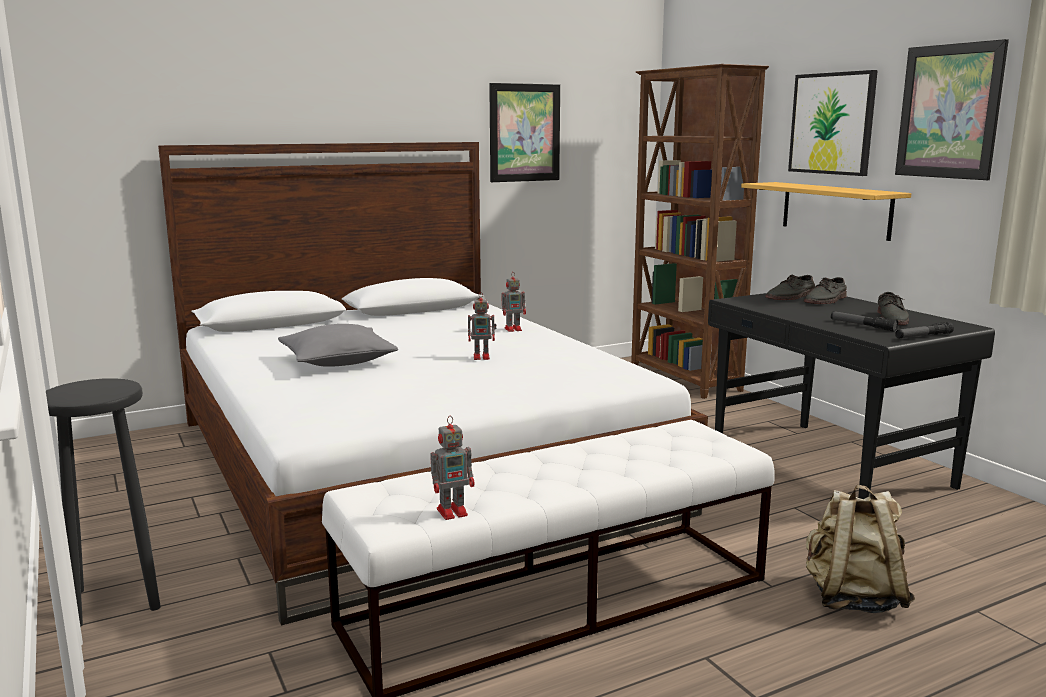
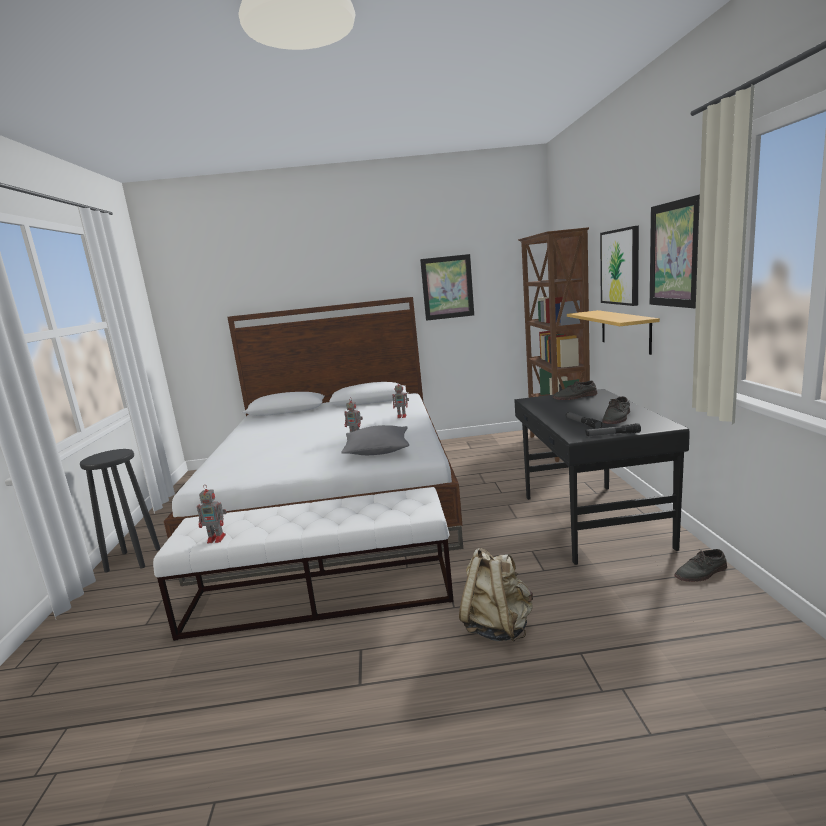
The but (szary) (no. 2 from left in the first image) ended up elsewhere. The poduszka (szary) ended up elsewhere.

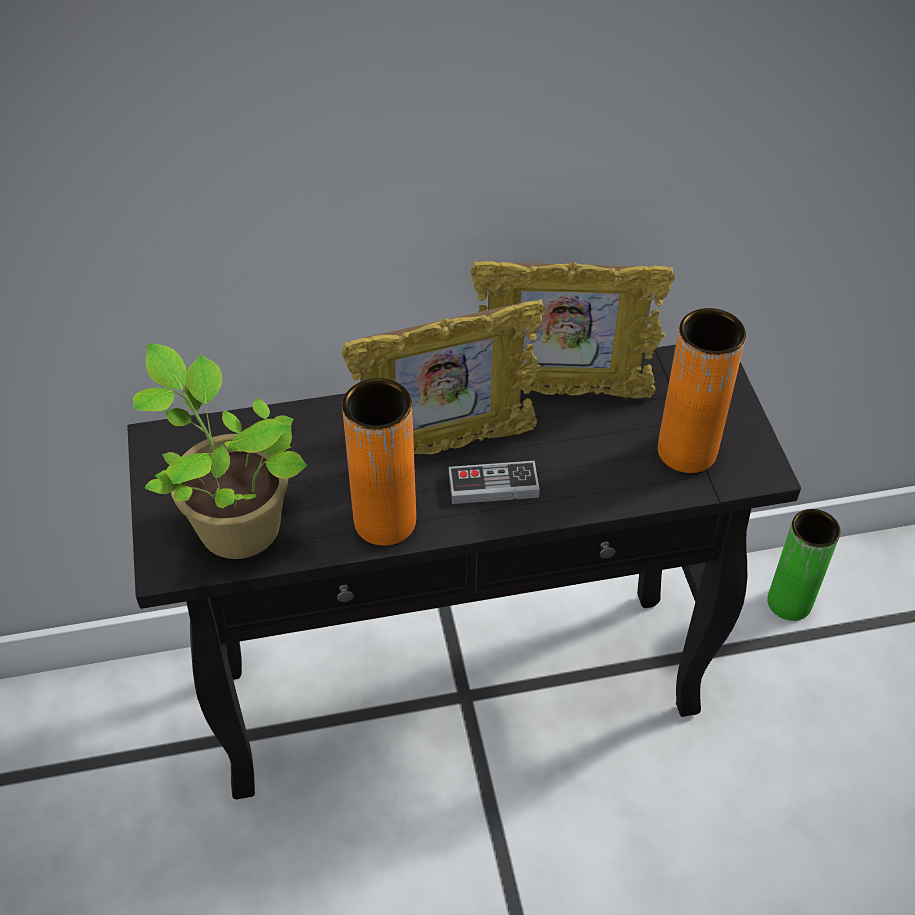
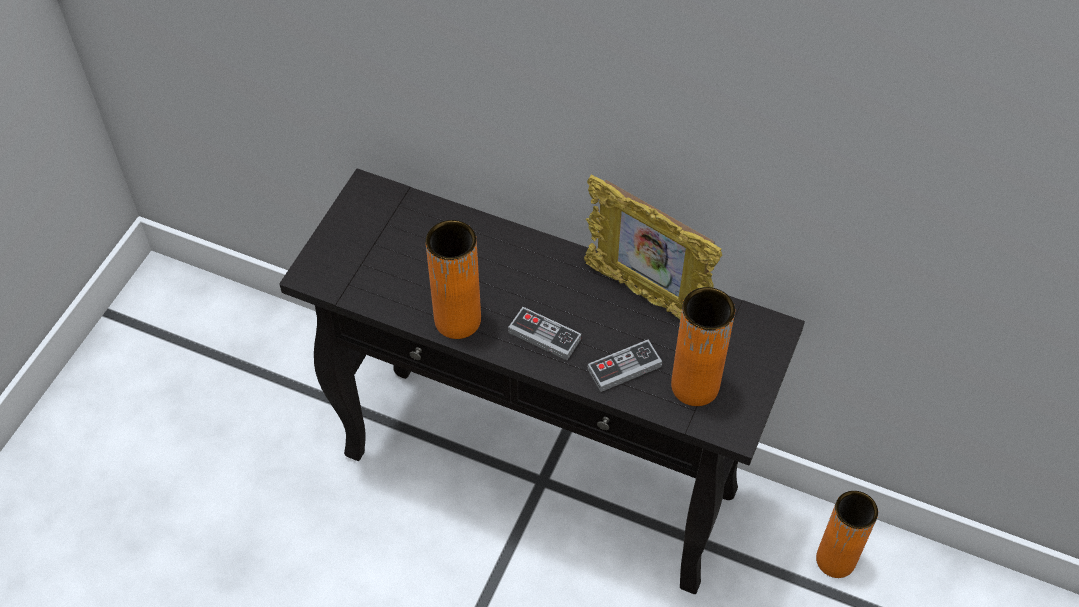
The second view lost the ramka na zdjęcie (no. 1 from left). The second view lost the roślina doniczkowa. What was the wazon (zielony) turned into the wazon (pomarańczowy) (no. 3 from left). The second view gained the pad do gier (no. 2 from left).

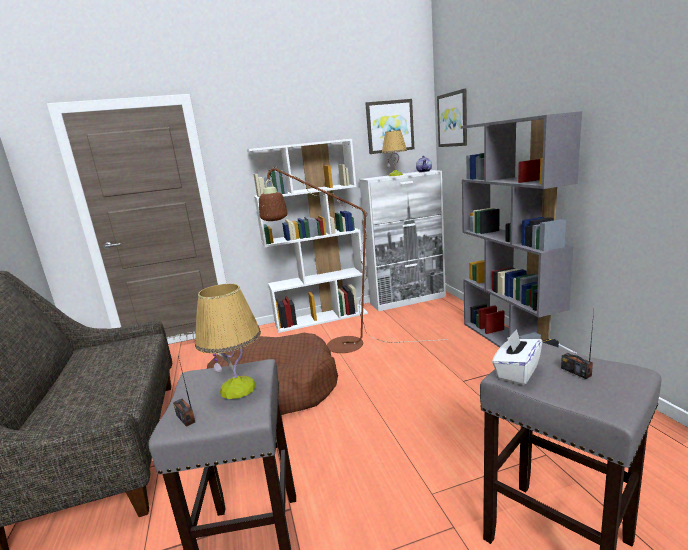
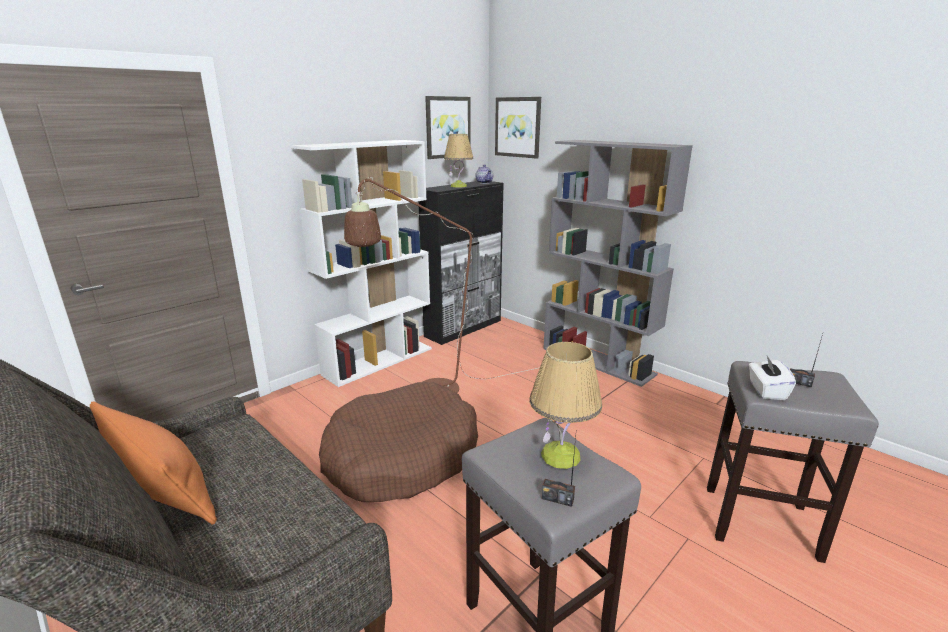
What was the szafka (biały) turned into the szafka (czarny). The second view gained the poduszka (pomarańczowy).

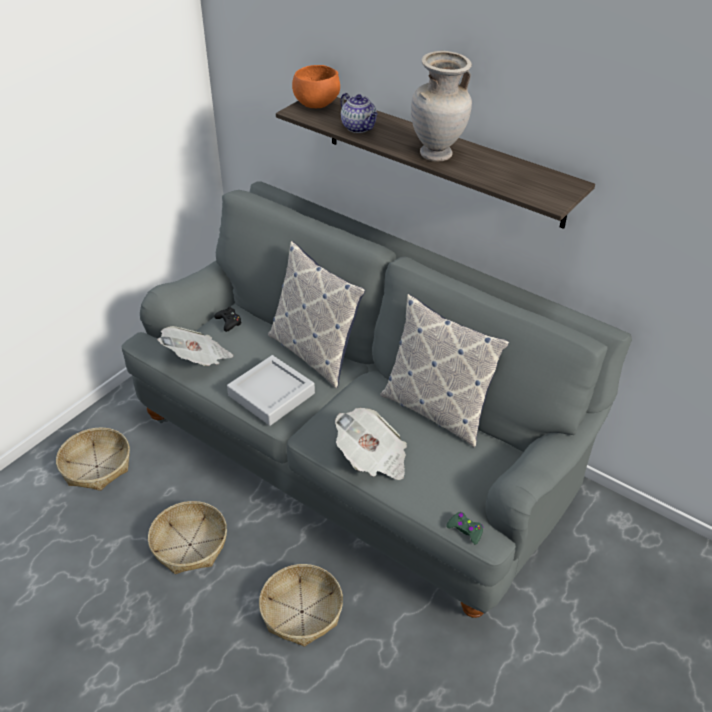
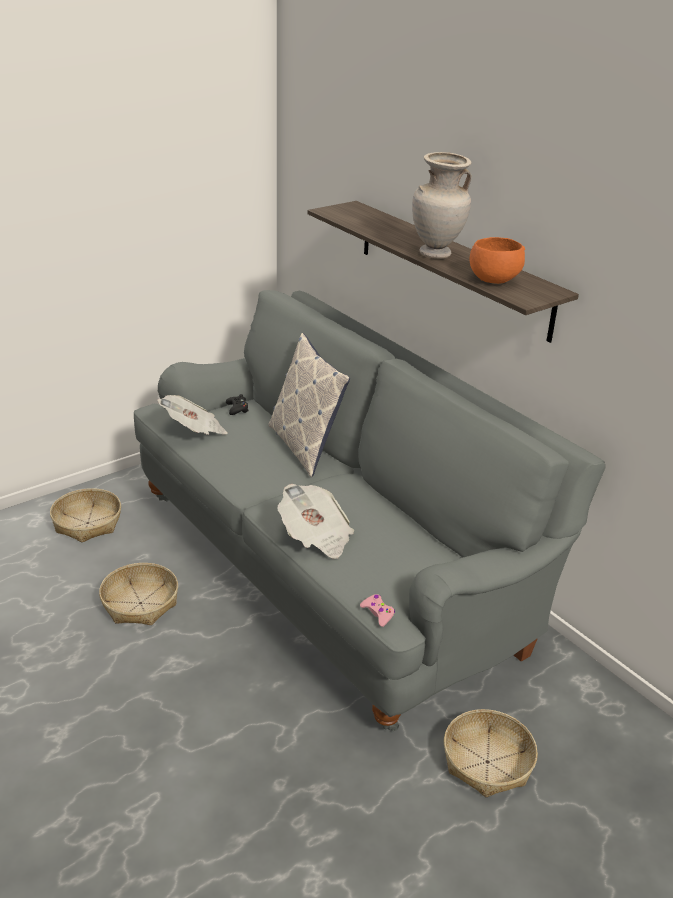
The miska (pomarańczowy) ended up elsewhere. The second view lost the imbryk. The second view lost the poduszka (no. 2 from left). The second view lost the taca (szary). What was the pad do gier (zielony) turned into the pad do gier (różowy). The koszyk (no. 3 from left) ended up elsewhere.

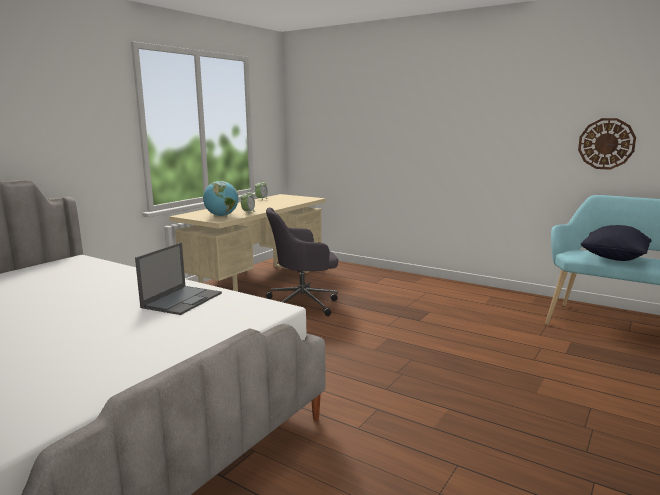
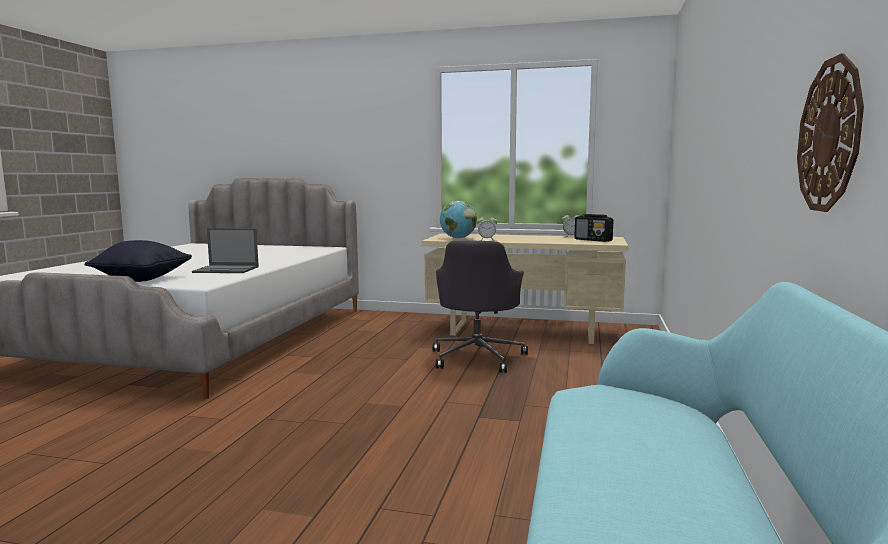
The krzesło biurowe (szary) ended up facing another way, 135 degrees counterclockwise from before. The poduszka (czarny) ended up elsewhere. The second view gained the radio.

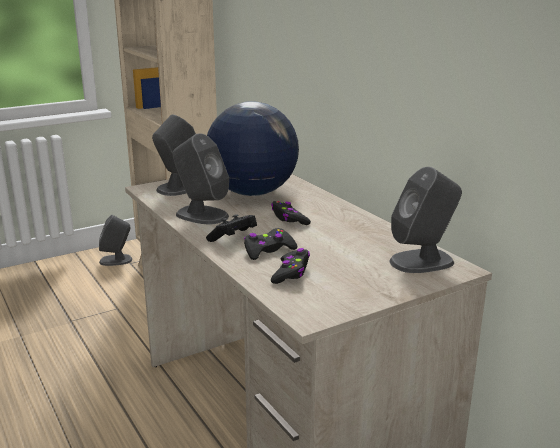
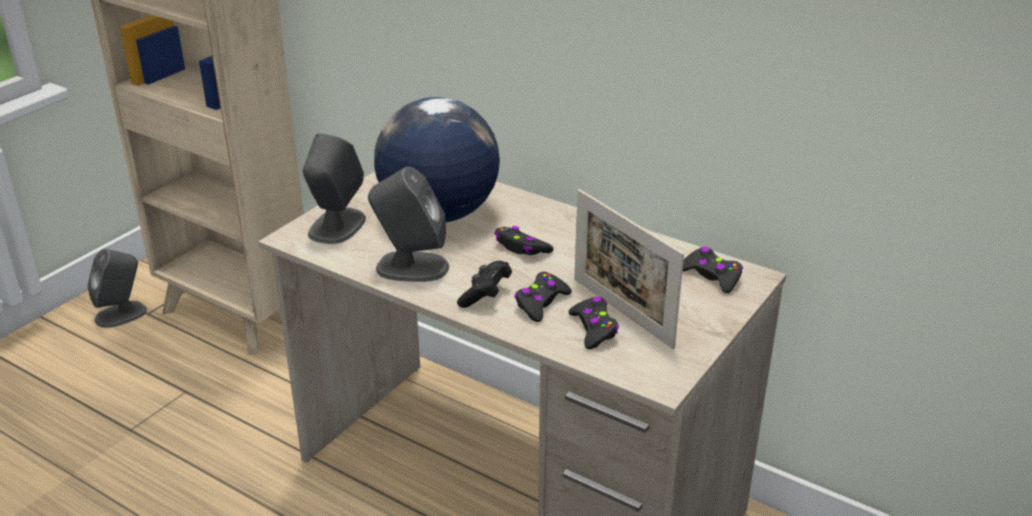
Where the głośnik (szary) (no. 4 from left) stood, the pad do gier (czarny) (no. 5 from left) came to stand. The second view gained the ramka na zdjęcie.

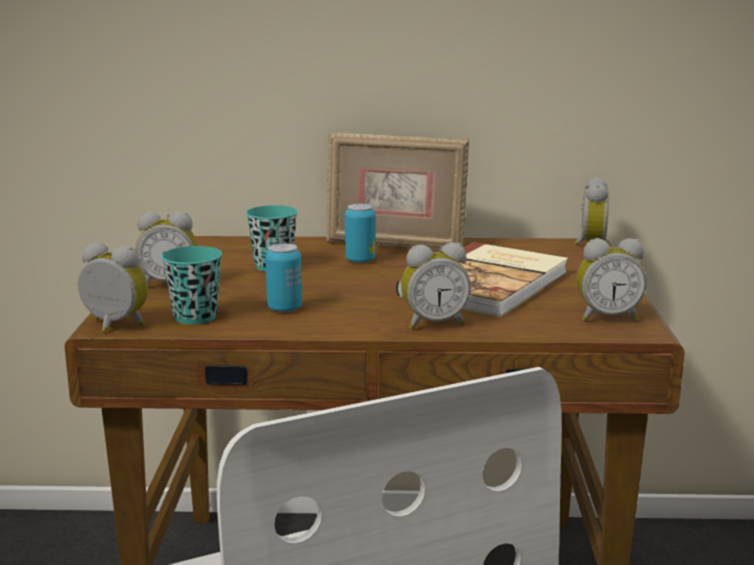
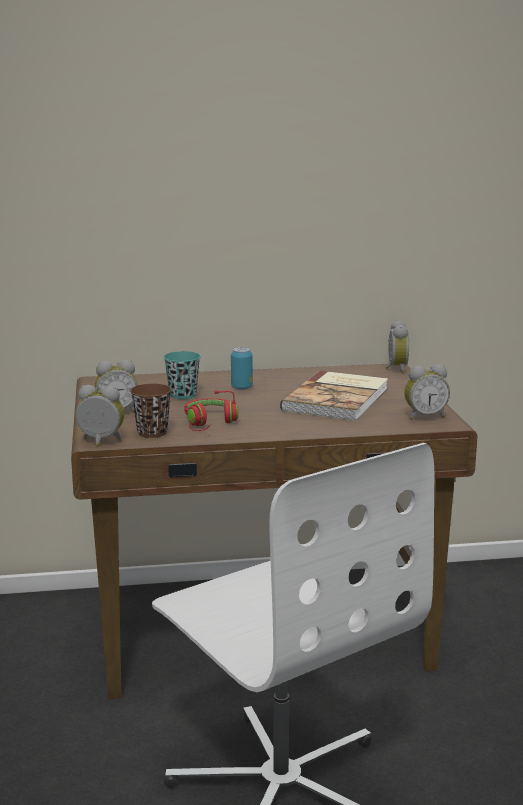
The second view lost the ramka na zdjęcie. The second view lost the budzik (no. 3 from left). Where the puszka (no. 1 from left) stood, the słuchawki (czerwony) came to stand. What was the filiżanka (turkusowy) (no. 1 from left) turned into the filiżanka (brązowy).

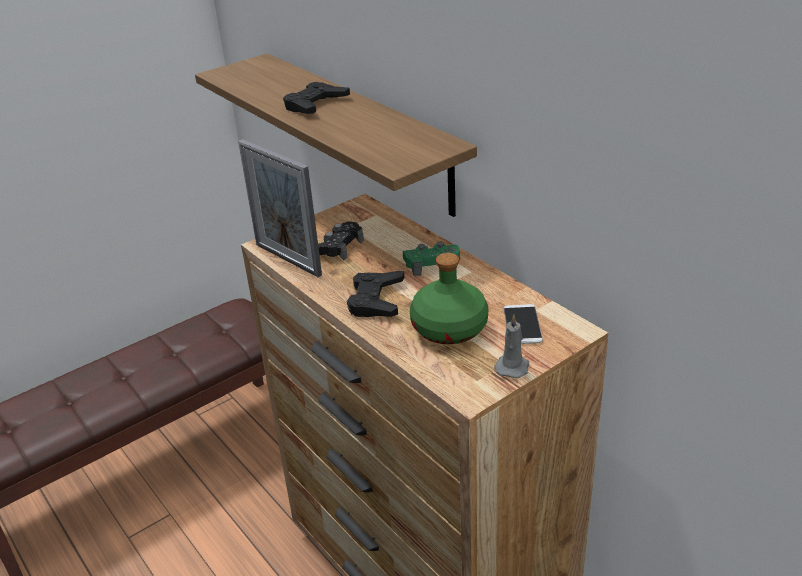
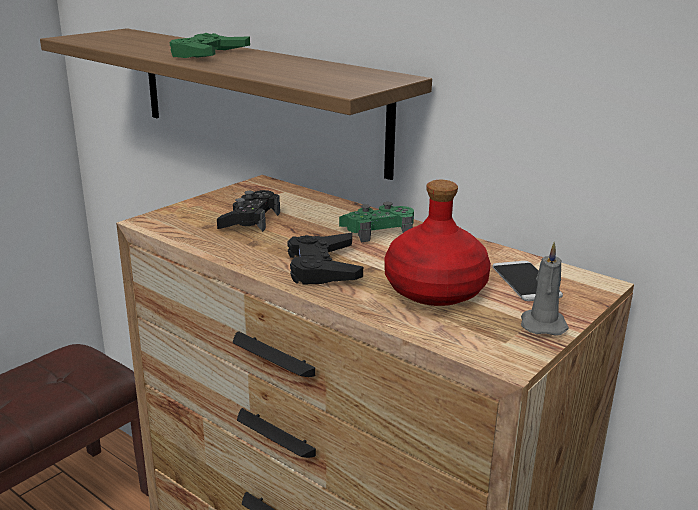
What was the pad do gier (czarny) (no. 1 from left) turned into the pad do gier (zielony) (no. 1 from left). The second view lost the ramka na zdjęcie. What was the butelka (zielony) turned into the butelka (czerwony).

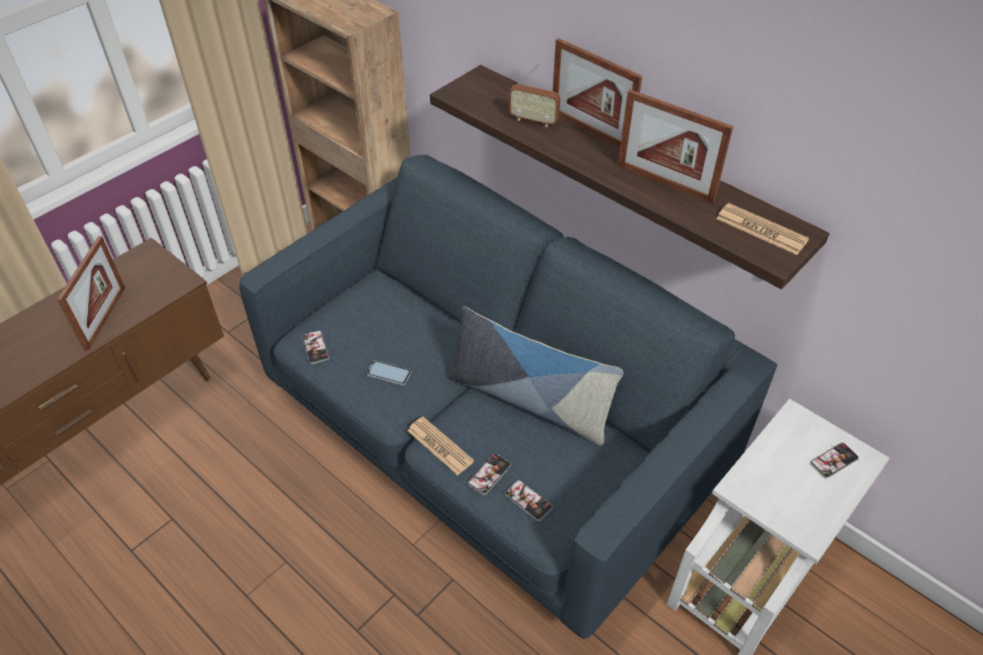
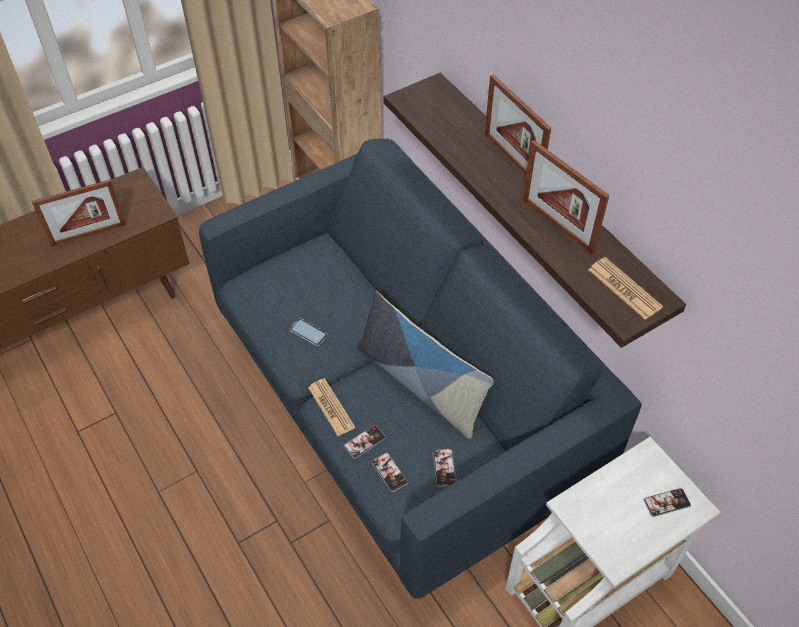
The second view lost the radio. The ramka na zdjęcie (no. 1 from left) ended up facing another way, 45 degrees clockwise from before. The telefon (no. 1 from left in the first image) ended up elsewhere.

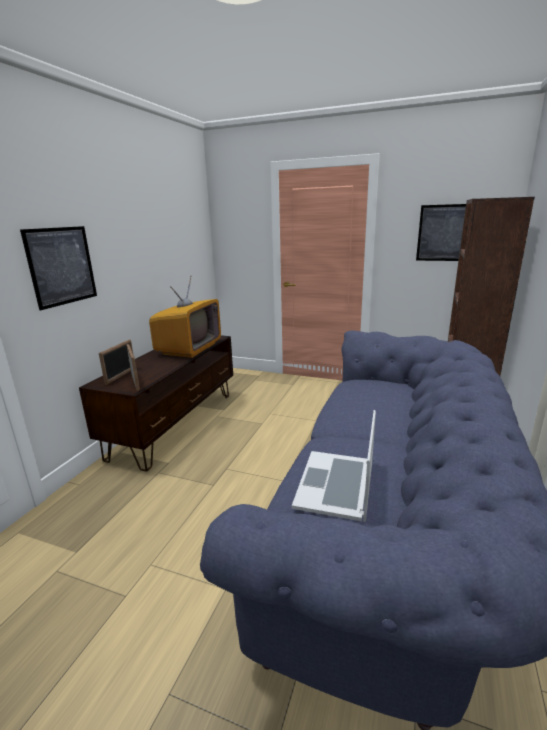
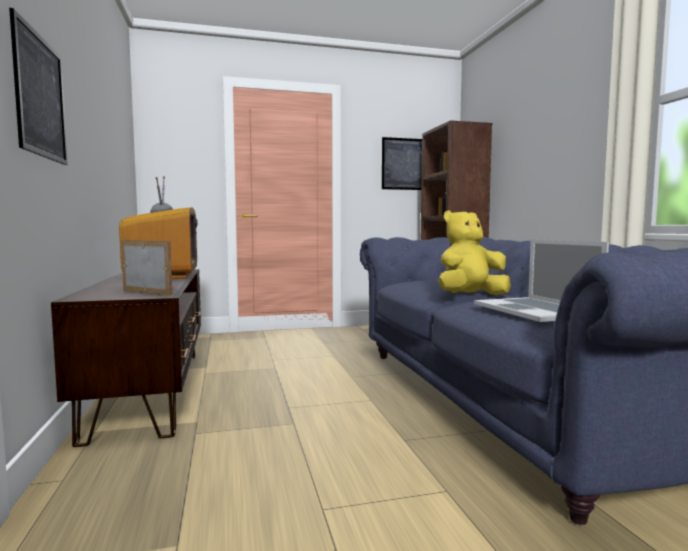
The second view lost the ramka na zdjęcie (no. 1 from left). The second view gained the pluszak (żółty).

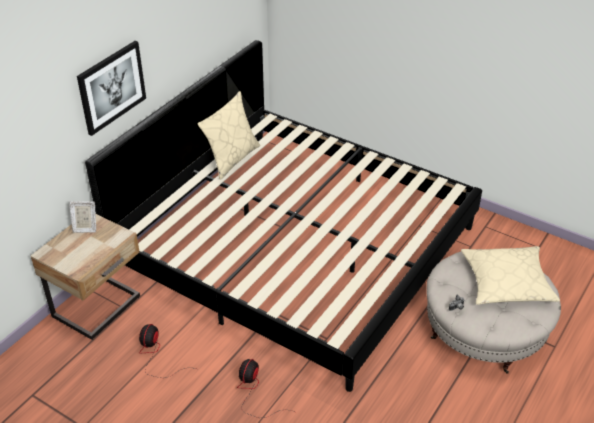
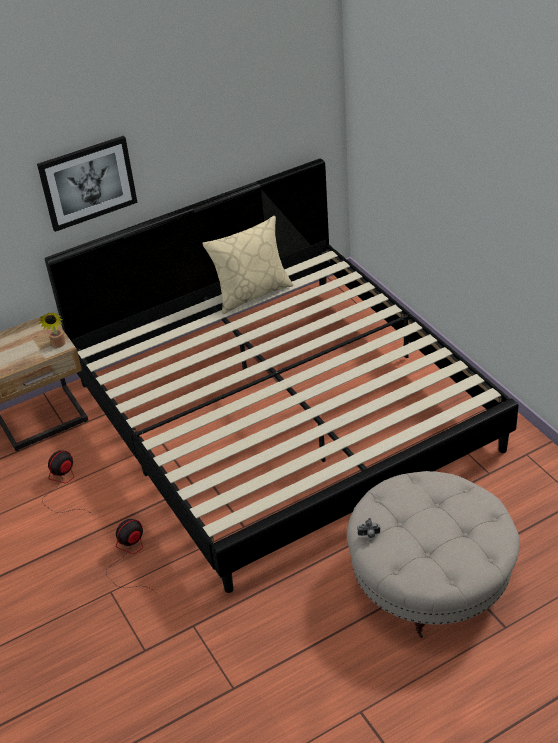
The second view lost the ramka na zdjęcie. The second view lost the poduszka (beżowy) (no. 2 from left). The second view gained the roślina doniczkowa.

